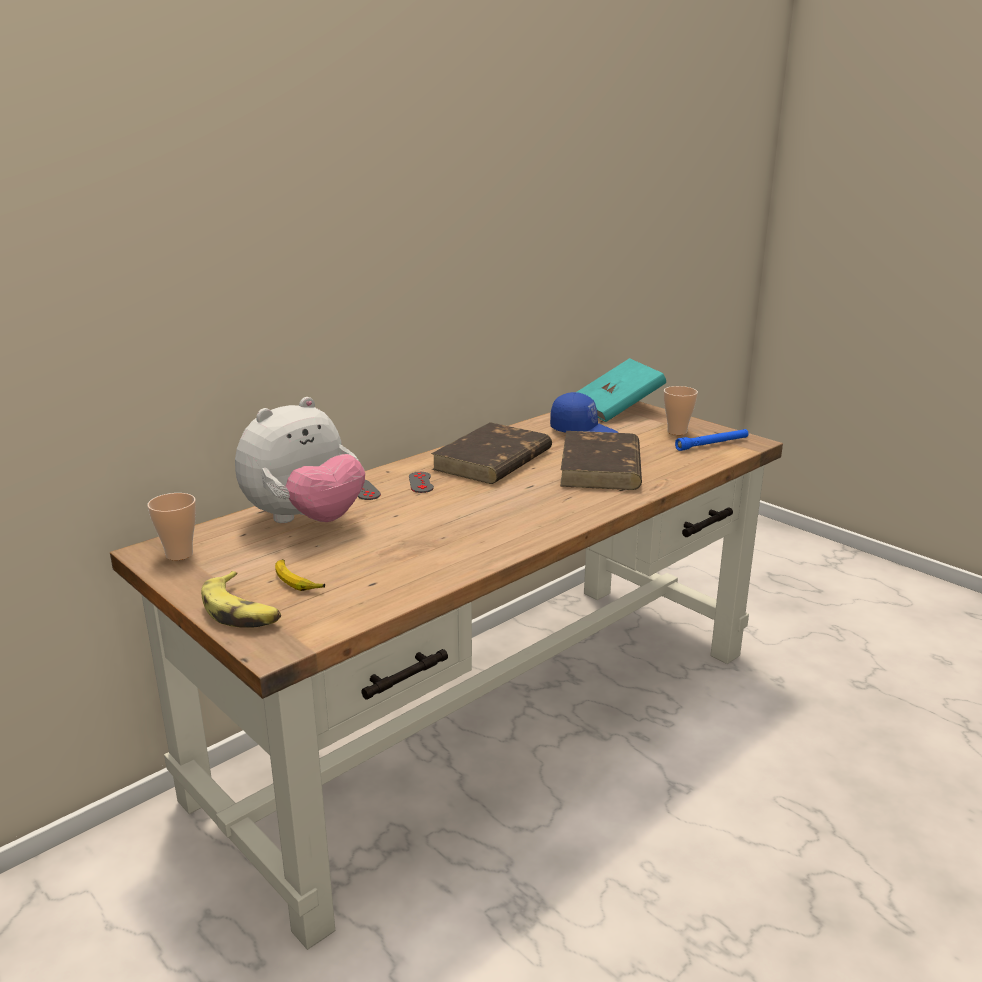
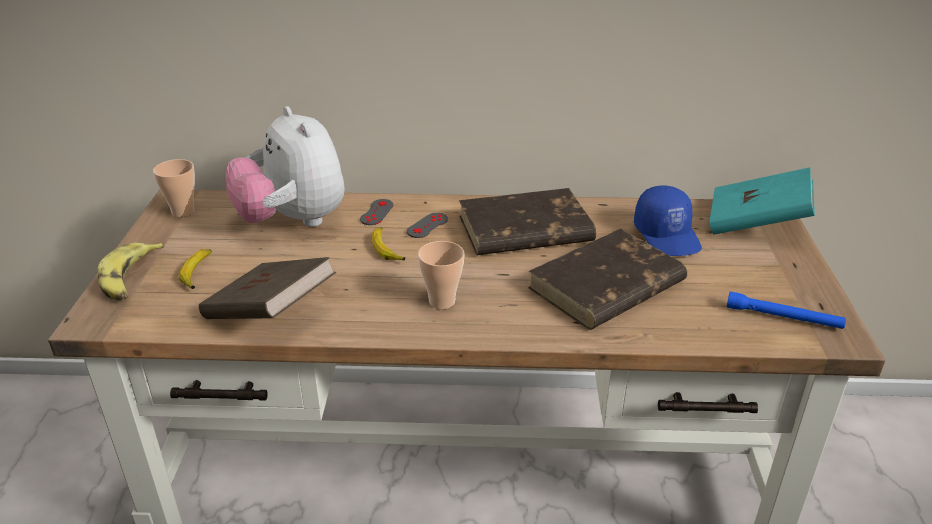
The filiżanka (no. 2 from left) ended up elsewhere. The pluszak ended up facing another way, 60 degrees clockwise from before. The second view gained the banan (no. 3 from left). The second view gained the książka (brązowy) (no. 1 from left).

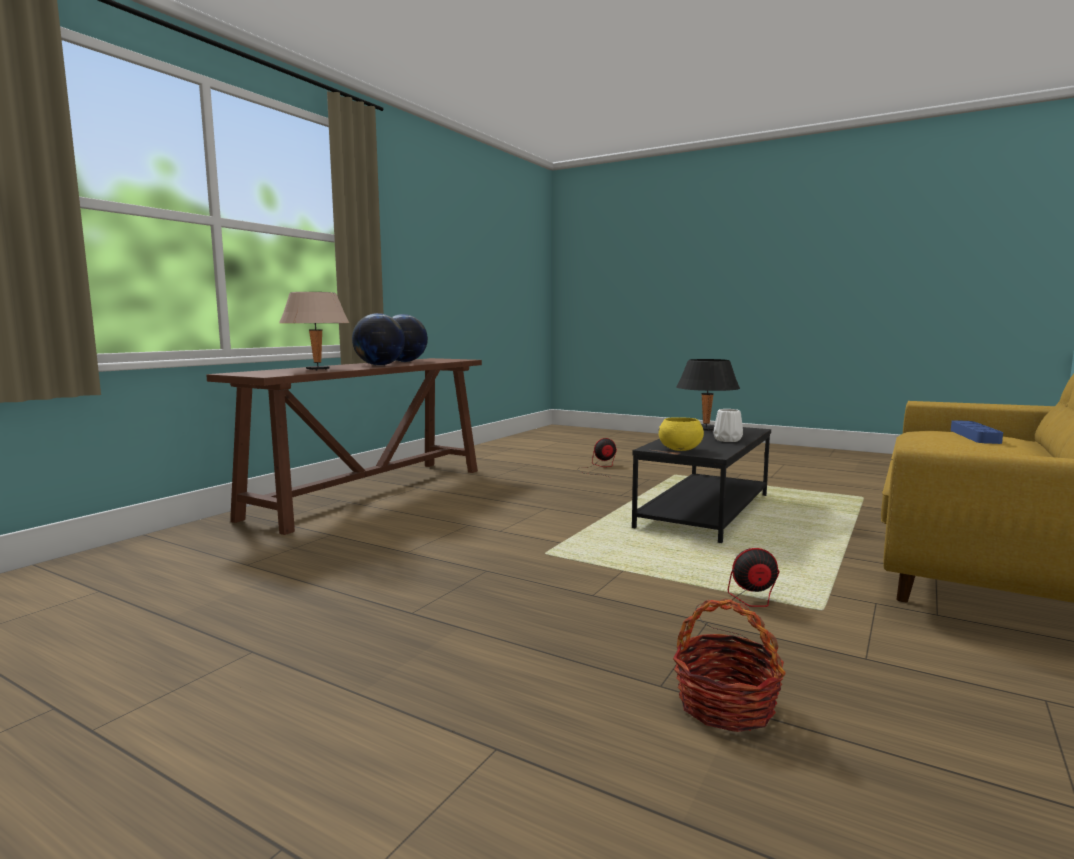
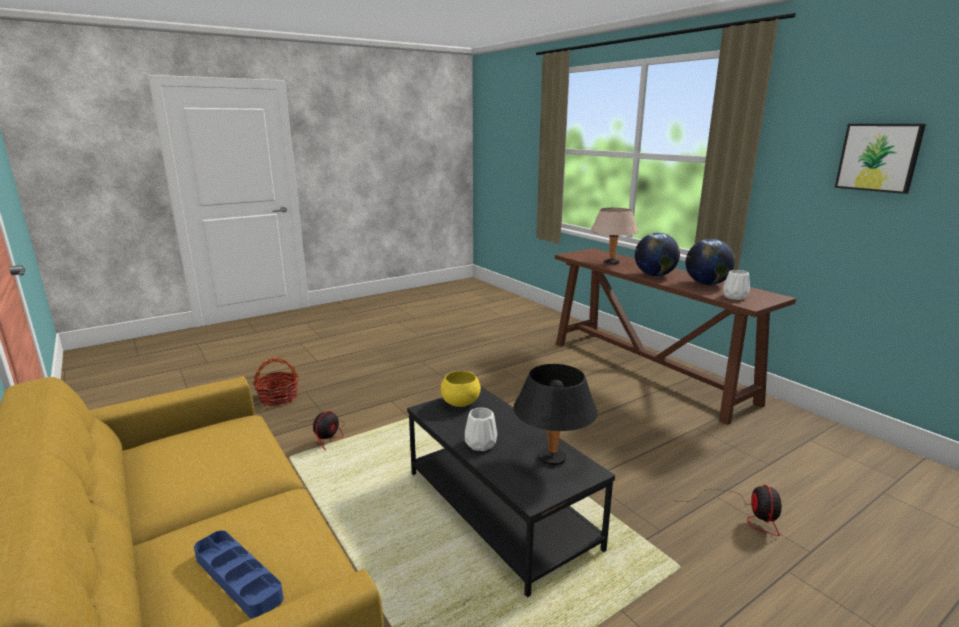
The second view gained the obraz. The second view gained the wazon (biały) (no. 2 from left).

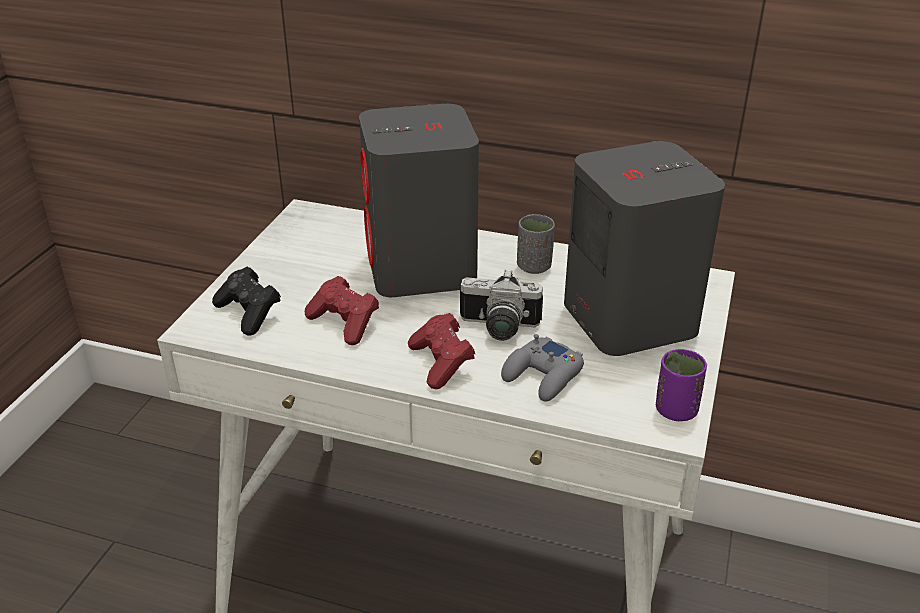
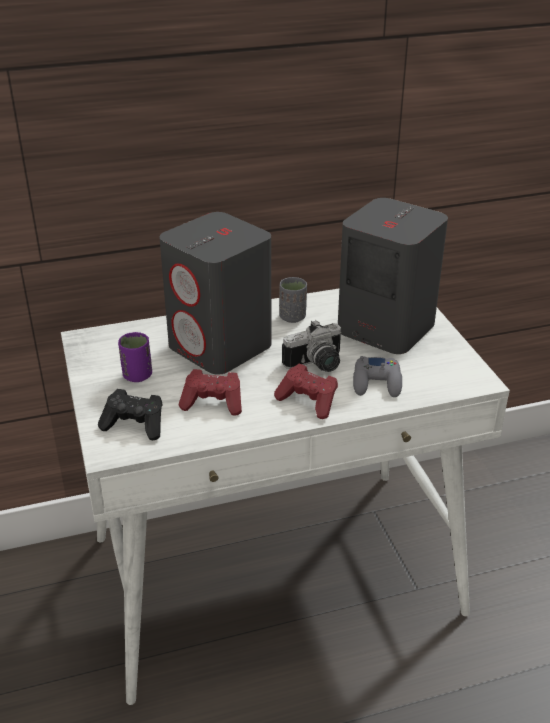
The filiżanka (fioletowy) ended up elsewhere.

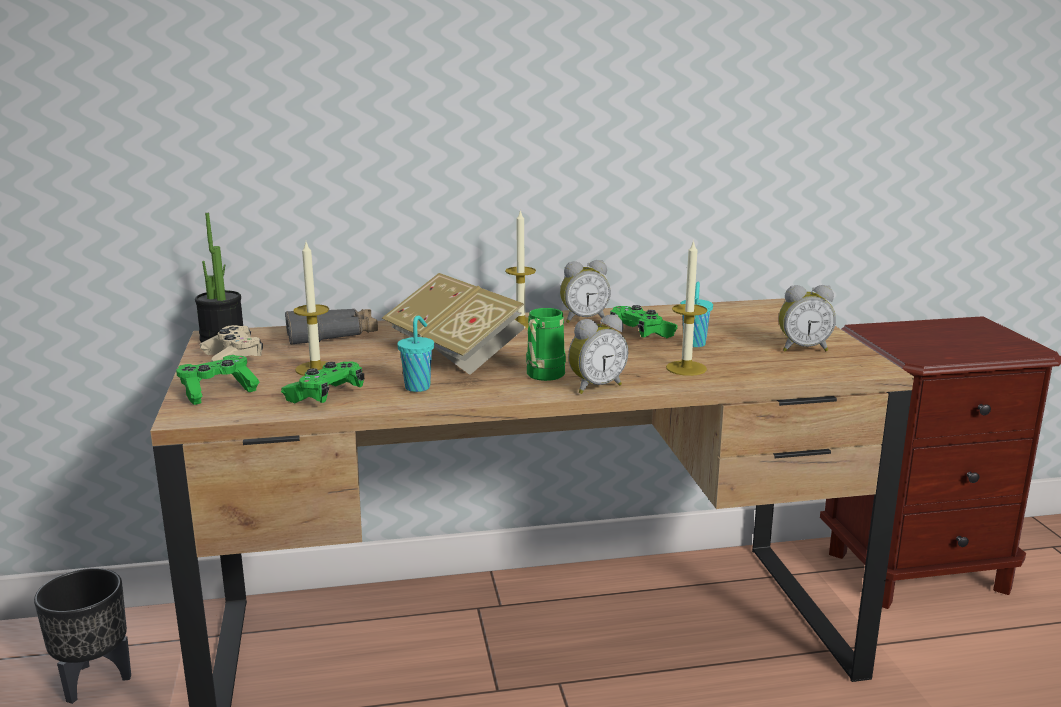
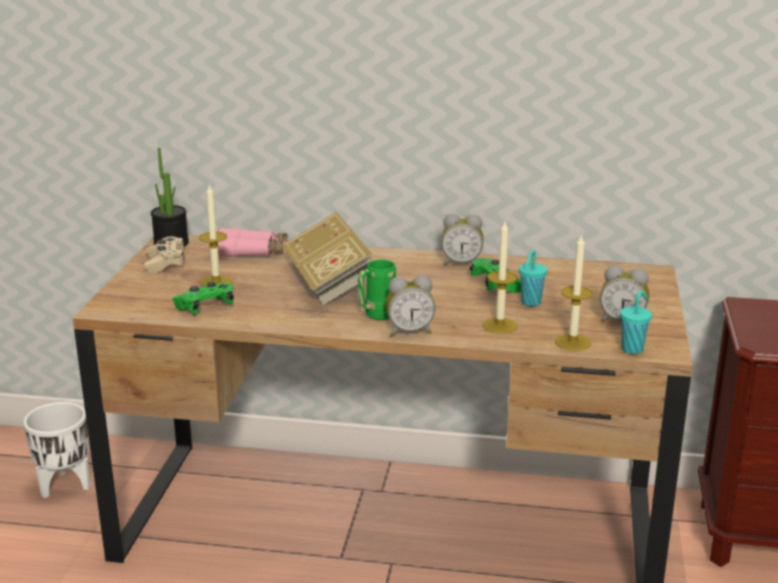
The świeca (no. 2 from left in the first image) ended up elsewhere. What was the lornetka (szary) turned into the lornetka (różowy). The filiżanka (turkusowy) (no. 1 from left in the first image) ended up elsewhere. The second view lost the pad do gier (zielony) (no. 1 from left). What was the donica (czarny) turned into the donica (biały).

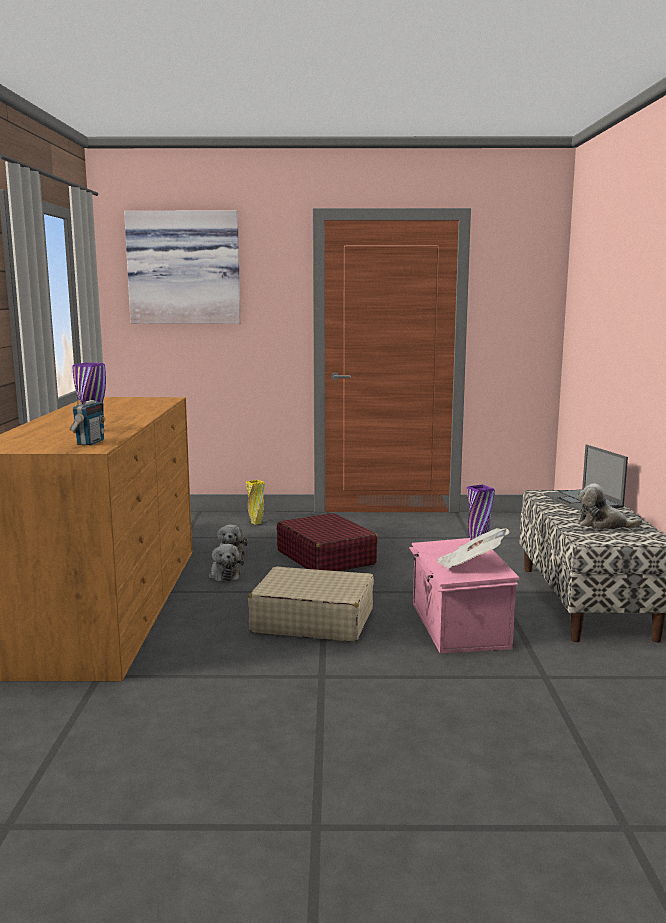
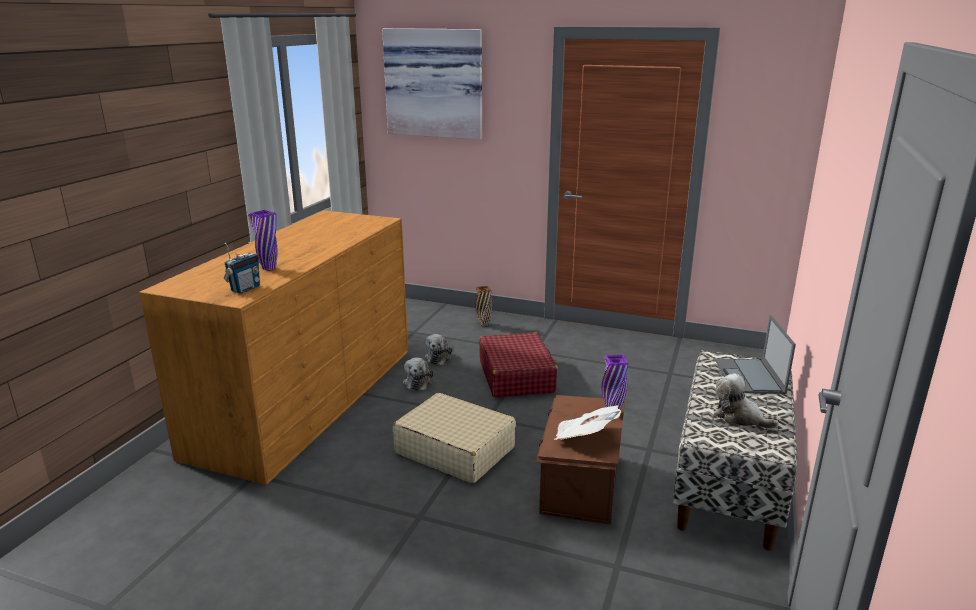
What was the wazon (żółty) turned into the wazon (brązowy). What was the pojemnik do przechowywania (różowy) turned into the pojemnik do przechowywania (brązowy).

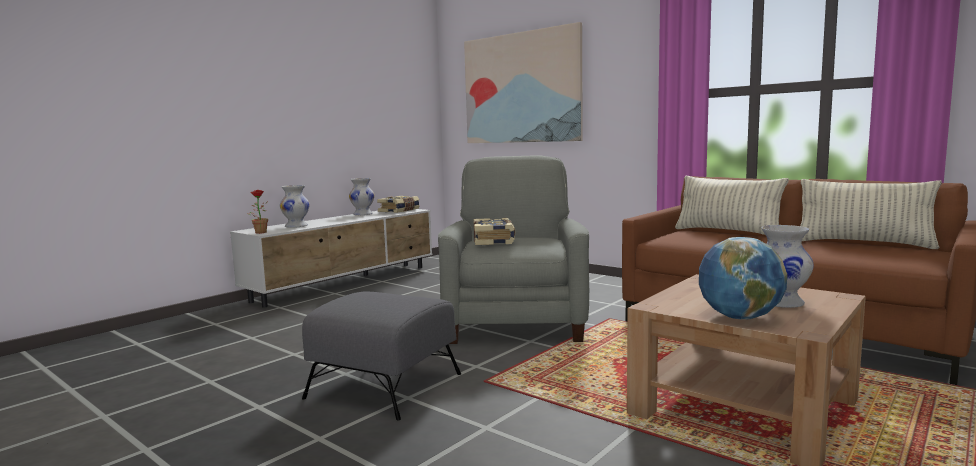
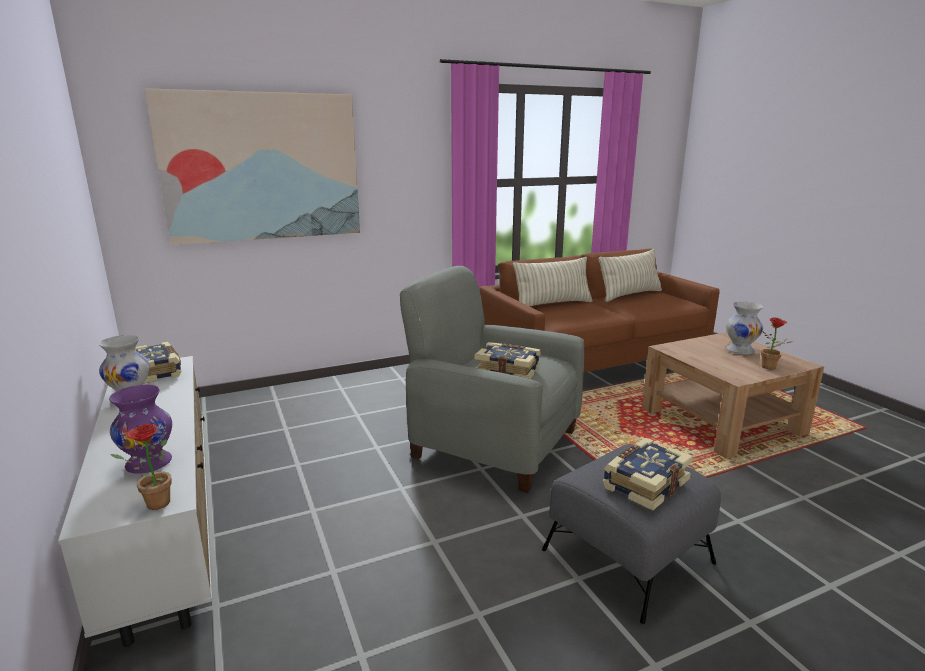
What was the wazon (biały) (no. 1 from left) turned into the wazon (fioletowy). Where the globus stood, the roślina doniczkowa (no. 2 from left) came to stand. The second view gained the książka (no. 3 from left).

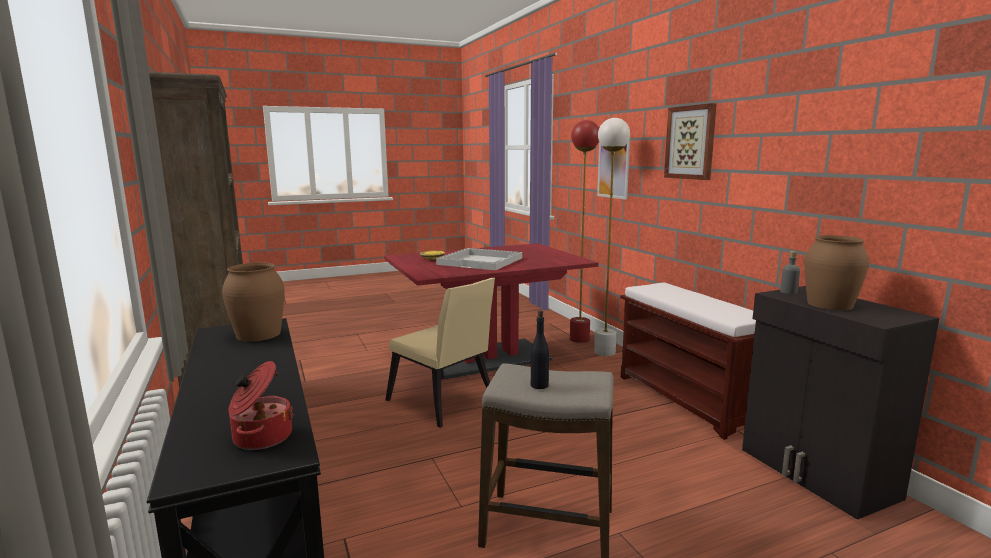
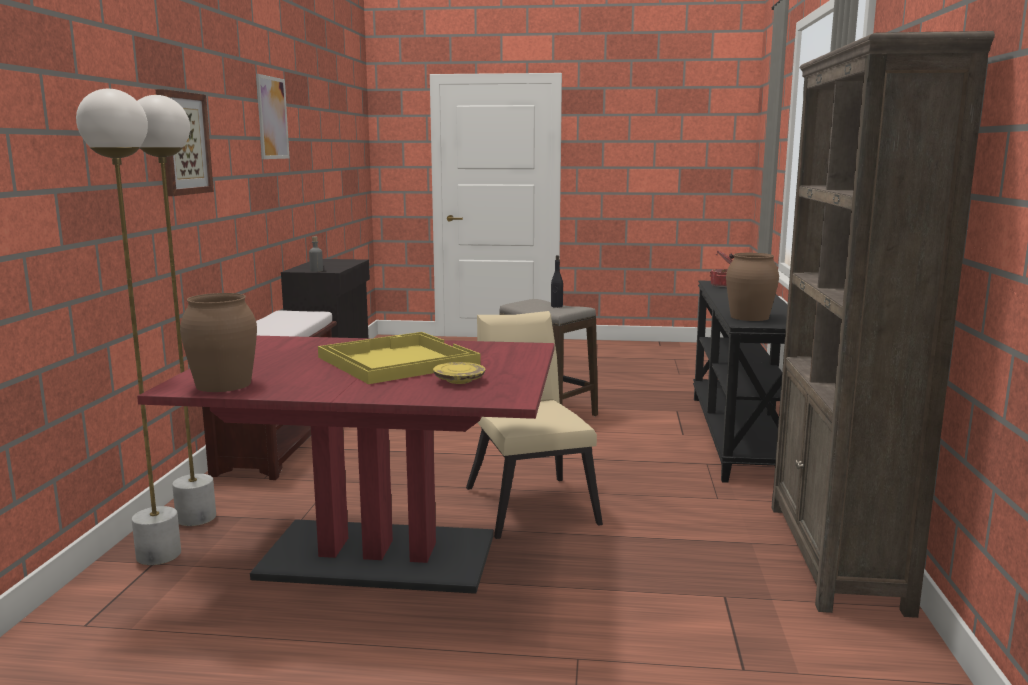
What was the lampa stojąca (czerwony) turned into the lampa stojąca (biały) (no. 1 from left). The obraz (no. 1 from left in the first image) ended up elsewhere. The wazon (brązowy) (no. 2 from left in the first image) ended up elsewhere. What was the taca (biały) turned into the taca (żółty).

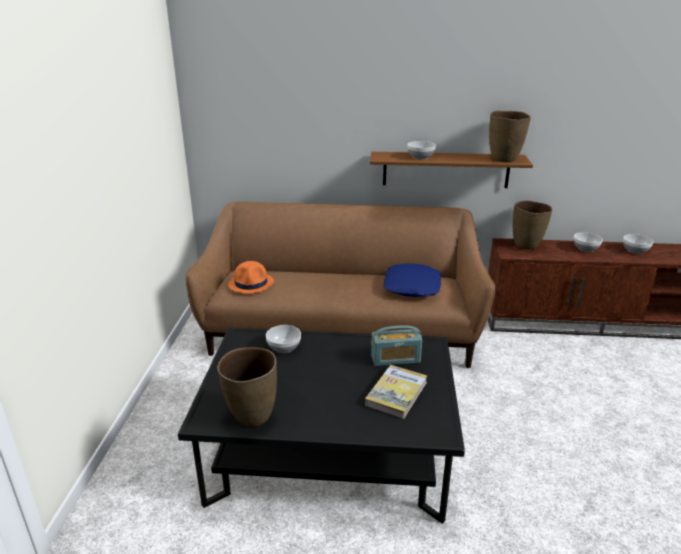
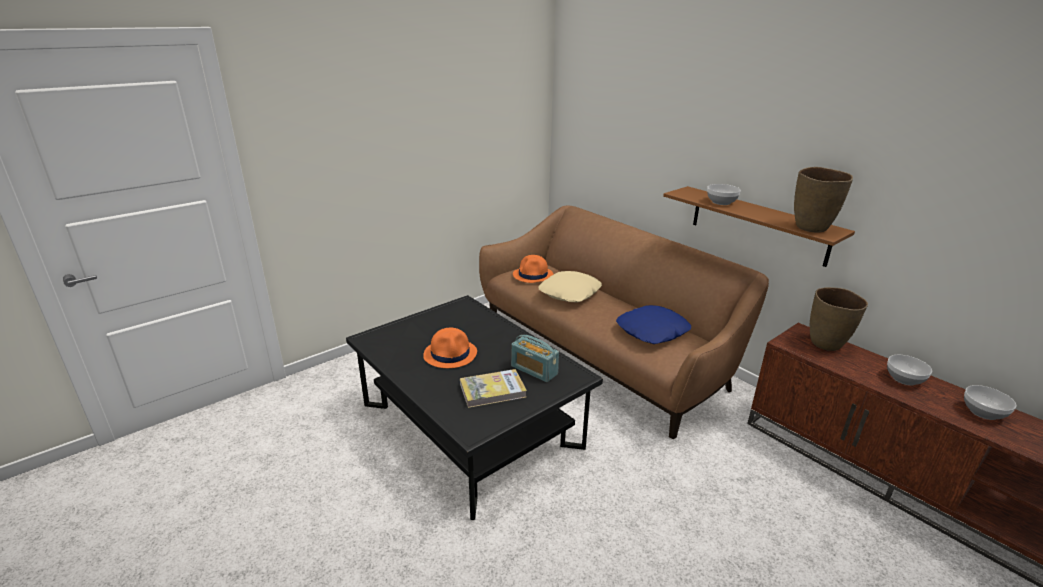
The second view lost the miska (no. 1 from left). The second view lost the wazon (brązowy) (no. 1 from left). The second view gained the poduszka (beżowy). The second view gained the kapelusz (pomarańczowy) (no. 1 from left).

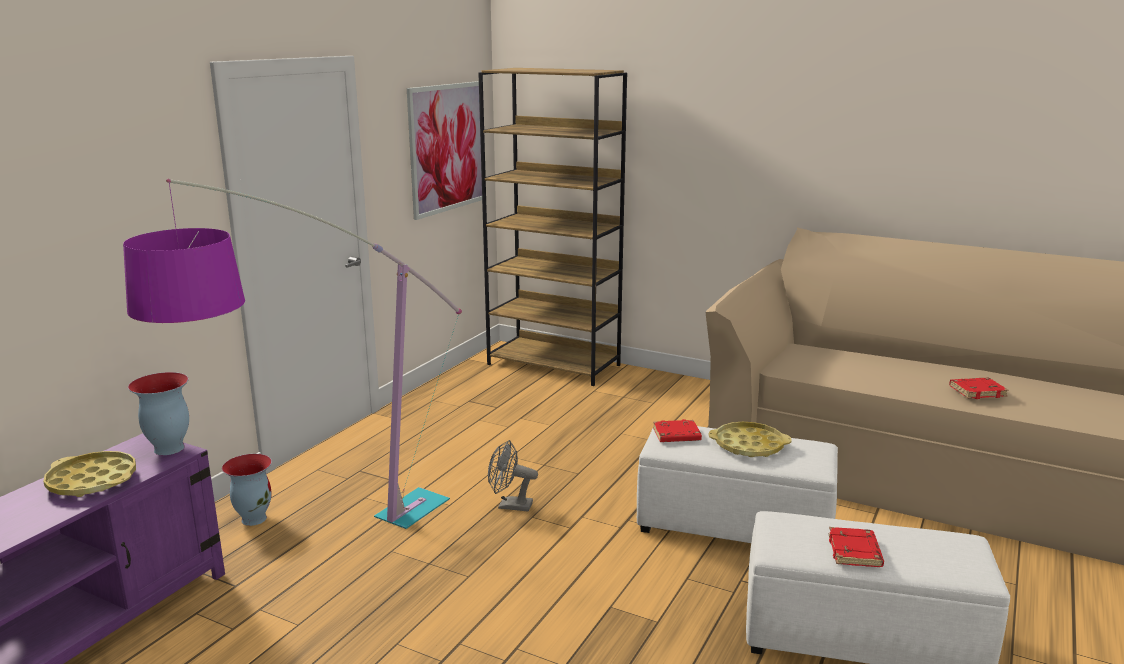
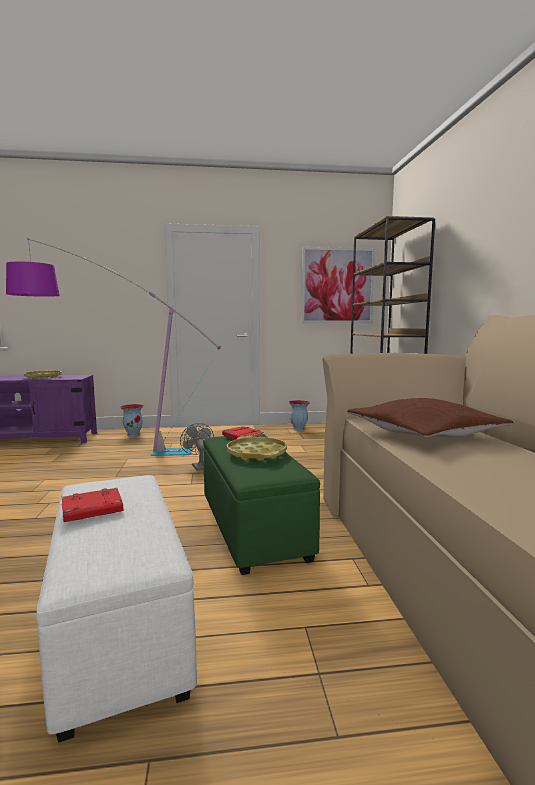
The wazon (no. 1 from left in the first image) ended up elsewhere. The second view lost the książka (czerwony) (no. 3 from left). What was the pufa (biały) (no. 1 from left) turned into the pufa (zielony). The second view gained the poduszka (brązowy).

